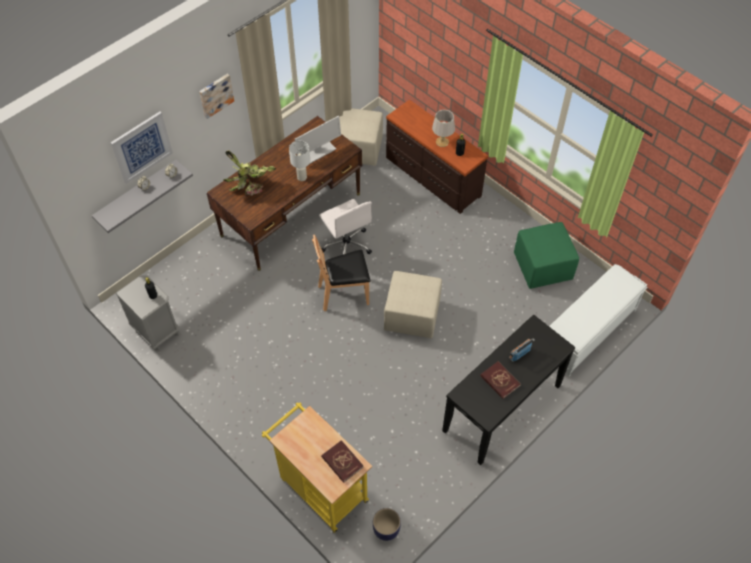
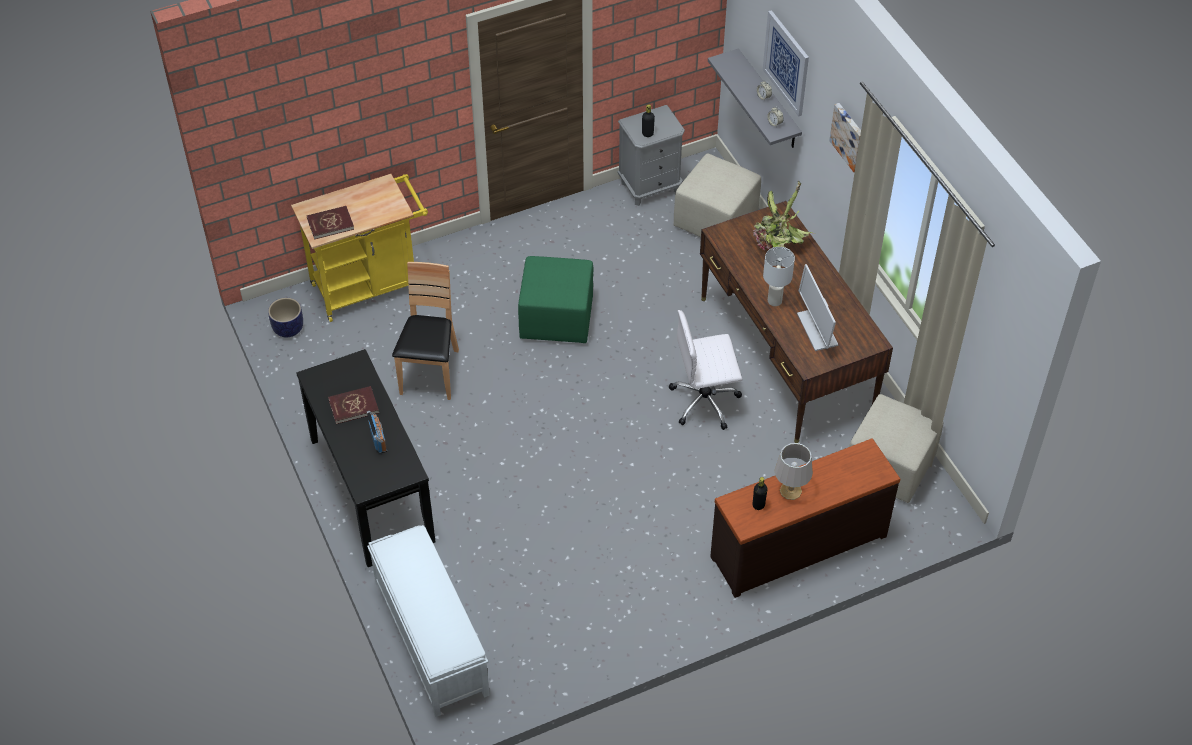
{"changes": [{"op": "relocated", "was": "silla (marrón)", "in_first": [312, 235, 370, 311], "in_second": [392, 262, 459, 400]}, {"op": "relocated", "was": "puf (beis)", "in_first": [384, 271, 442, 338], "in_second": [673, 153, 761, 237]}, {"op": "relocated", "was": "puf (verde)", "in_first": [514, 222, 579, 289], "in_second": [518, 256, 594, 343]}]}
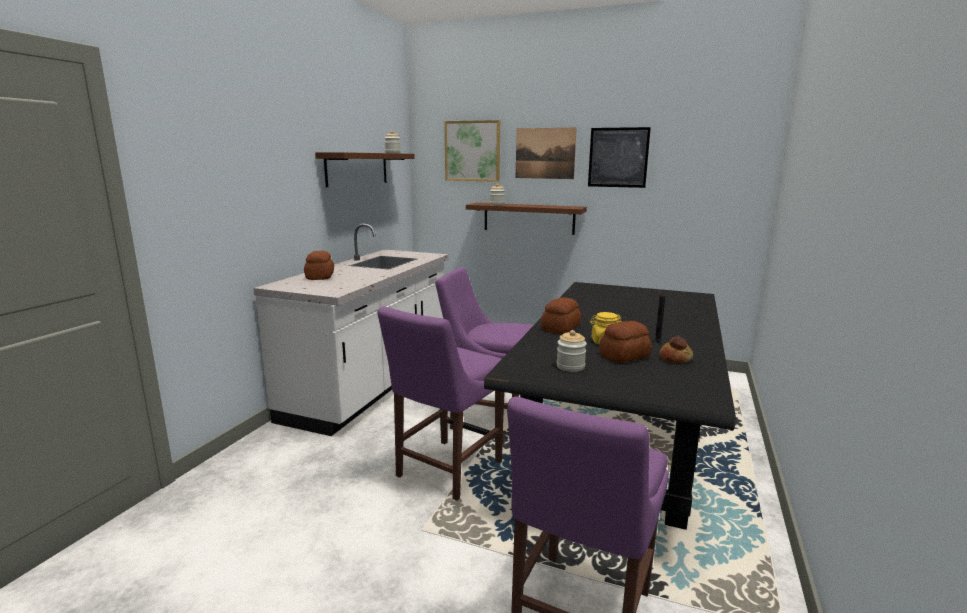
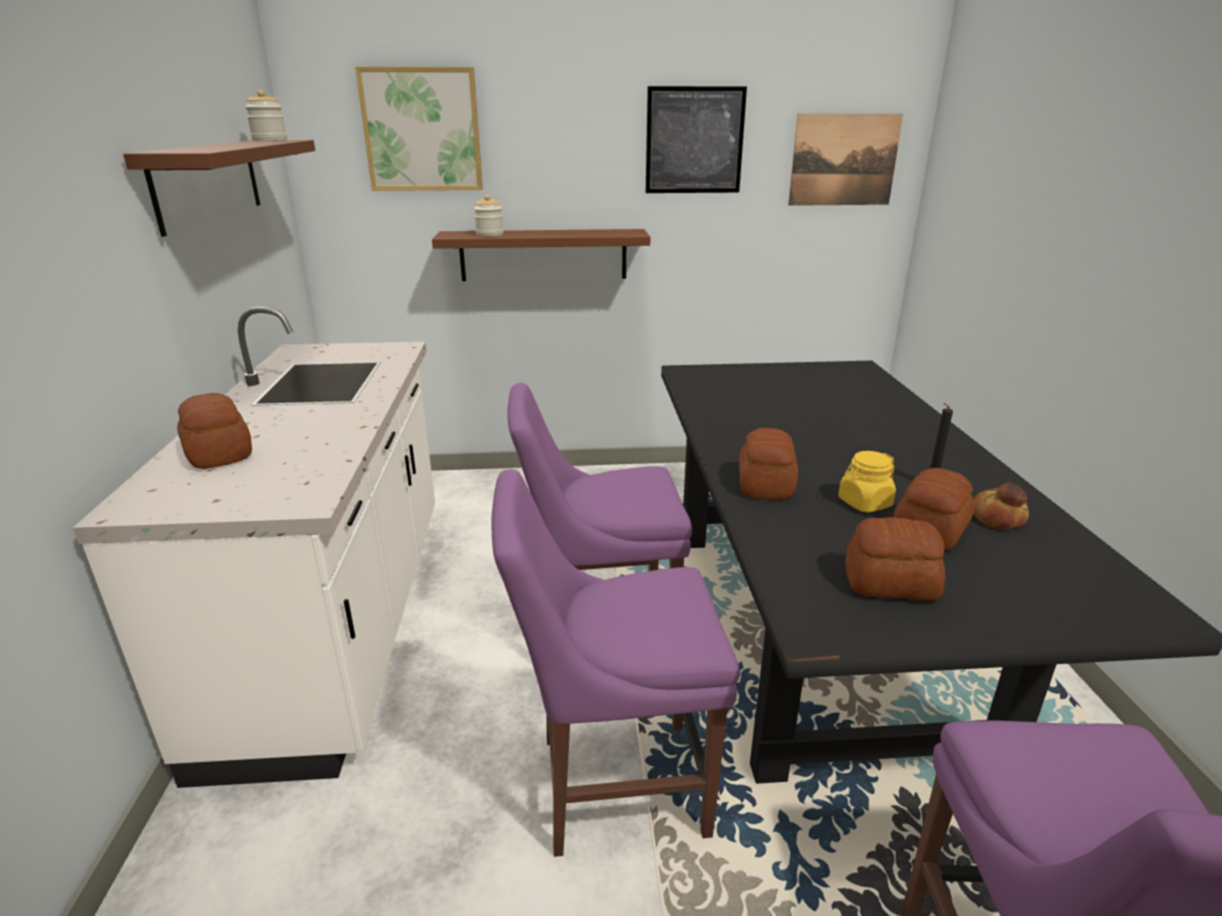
{"changes": [{"op": "relocated", "was": "cuadro", "in_first": [516, 128, 577, 179], "in_second": [788, 114, 903, 206]}, {"op": "exchanged", "was": "tarro", "now": "pan", "in_first": [557, 330, 587, 372], "in_second": [845, 517, 945, 601]}, {"op": "spun", "was": "silla (morado)", "in_first": [377, 307, 504, 501], "in_second": [491, 469, 740, 857], "clockwise": 75}]}
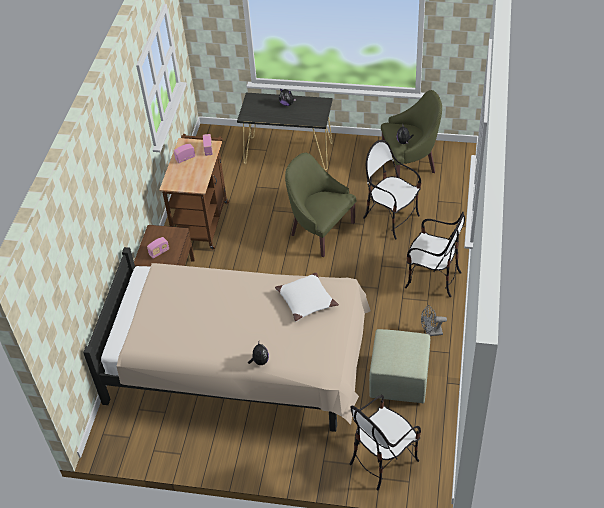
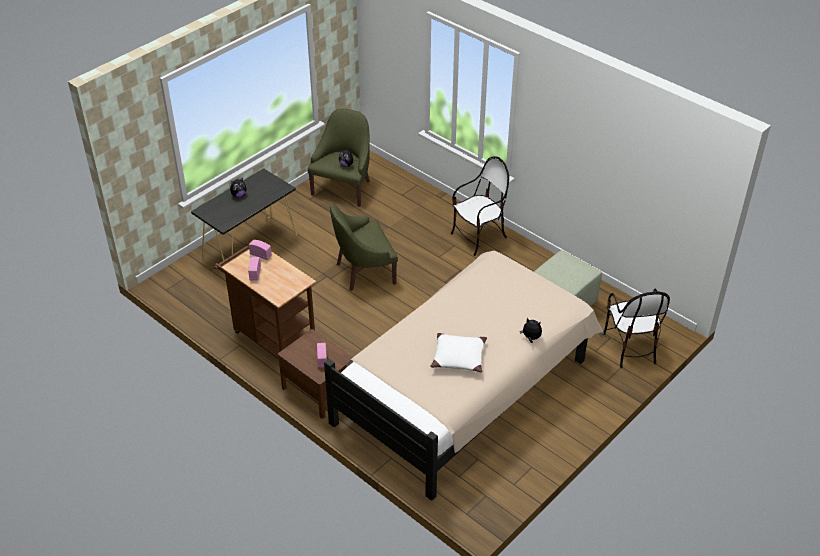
{"changes": [{"op": "missing", "was": "silla", "in_first": [363, 140, 421, 240]}, {"op": "missing", "was": "ventilador (gris)", "in_first": [421, 305, 447, 336]}, {"op": "relocated", "was": "cojín (blanco)", "in_first": [275, 273, 339, 321], "in_second": [431, 333, 487, 373]}]}
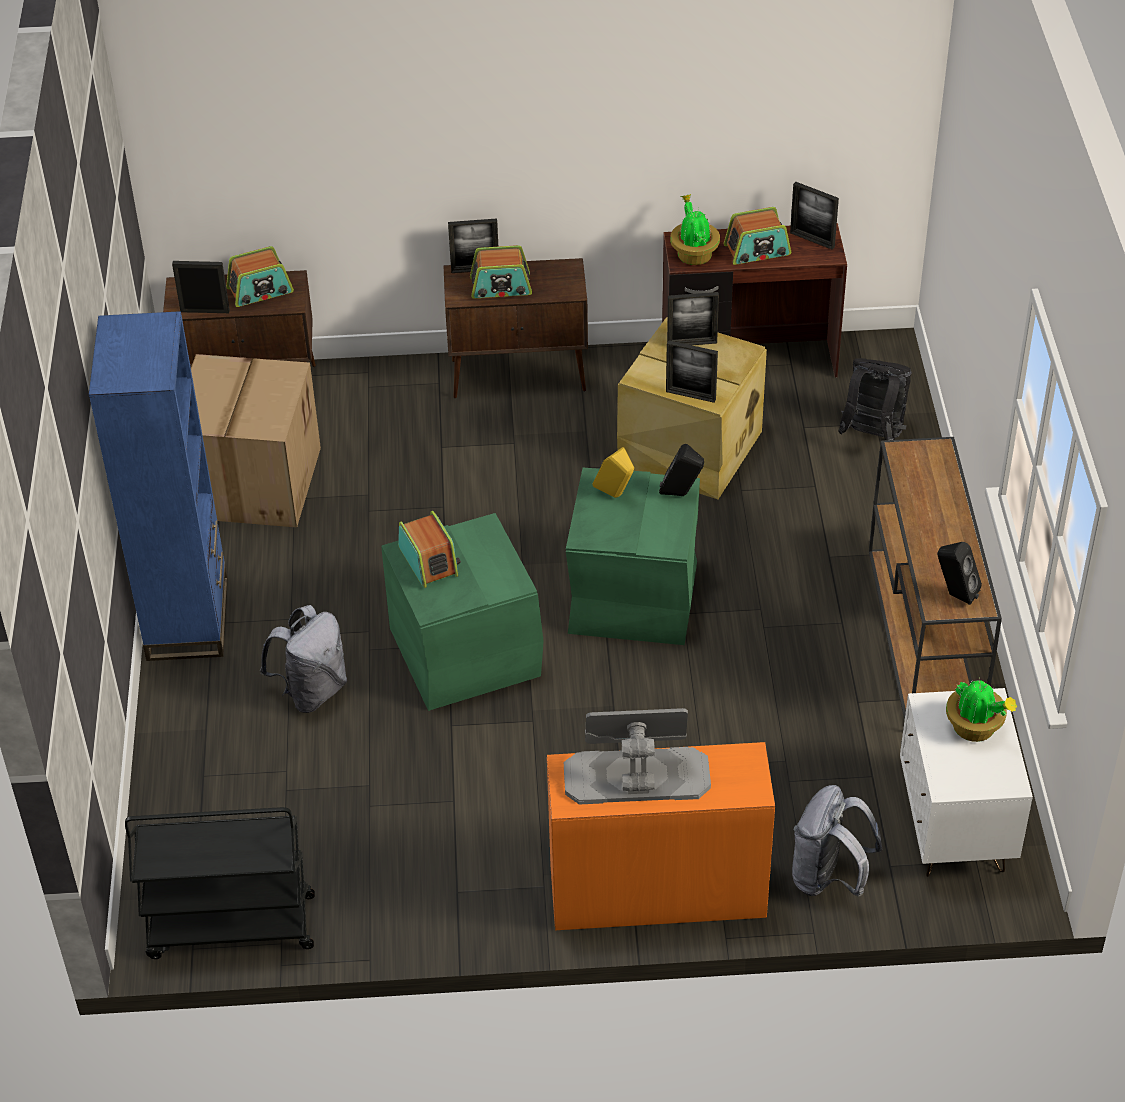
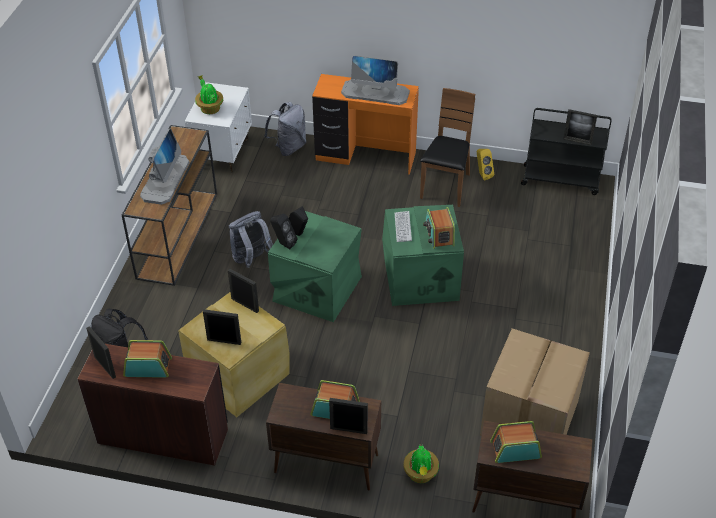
{"changes": [{"op": "missing", "was": "estantería (azul)", "in_first": [89, 311, 228, 661]}, {"op": "appeared", "now": "monitor", "in_second": [140, 129, 190, 205]}, {"op": "appeared", "now": "teclado", "in_second": [395, 211, 412, 242]}, {"op": "appeared", "now": "silla (marrón)", "in_second": [420, 88, 475, 207]}, {"op": "relocated", "was": "portarretratos", "in_first": [172, 261, 230, 313], "in_second": [563, 109, 597, 145]}, {"op": "relocated", "was": "mochila (gris)", "in_first": [260, 605, 347, 713], "in_second": [229, 211, 273, 268]}, {"op": "relocated", "was": "altavoz (amarillo)", "in_first": [593, 447, 634, 498], "in_second": [477, 149, 494, 180]}, {"op": "relocated", "was": "planta en maceta", "in_first": [670, 194, 720, 265], "in_second": [403, 446, 439, 483]}, {"op": "relocated", "was": "altavoz (negro)", "in_first": [938, 542, 982, 605], "in_second": [289, 206, 308, 236]}]}
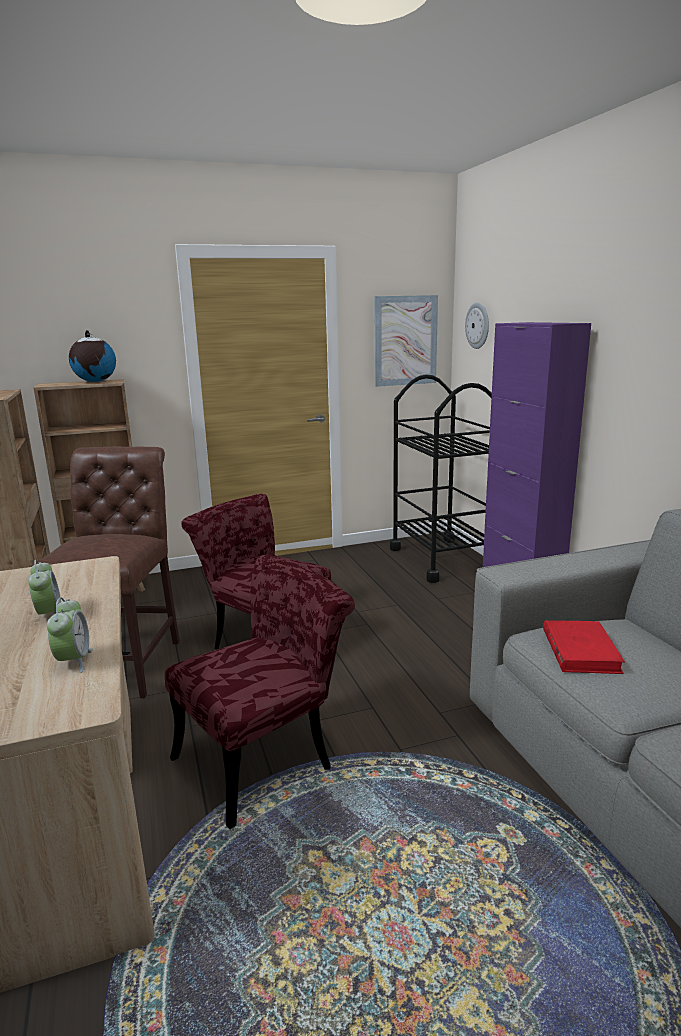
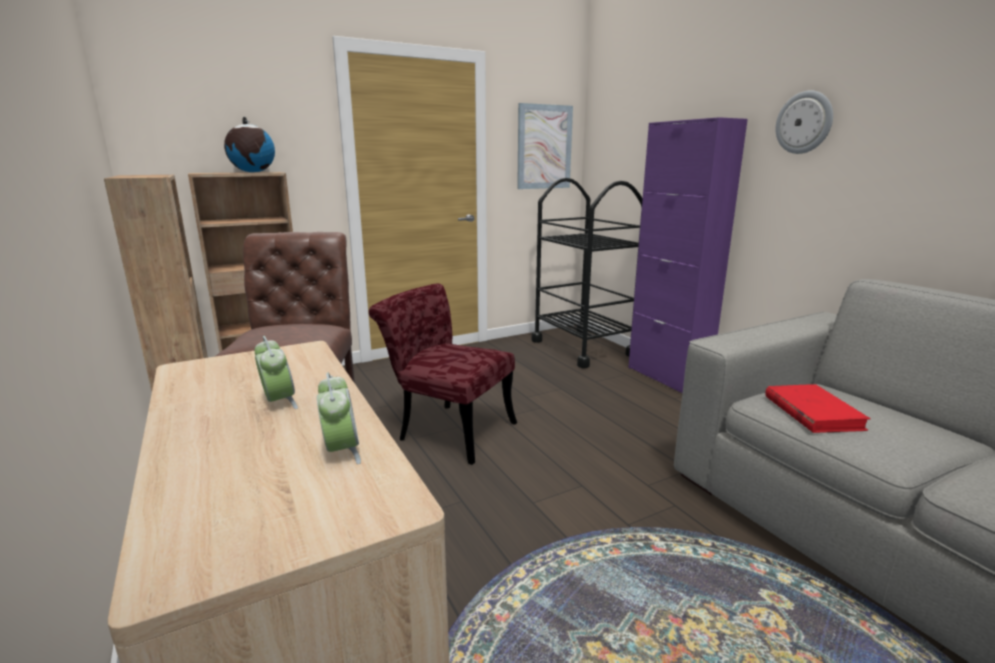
{"changes": [{"op": "missing", "was": "silla (rojo)", "in_first": [165, 555, 355, 829]}, {"op": "relocated", "was": "reloj de pared", "in_first": [465, 303, 489, 349], "in_second": [776, 90, 833, 154]}]}
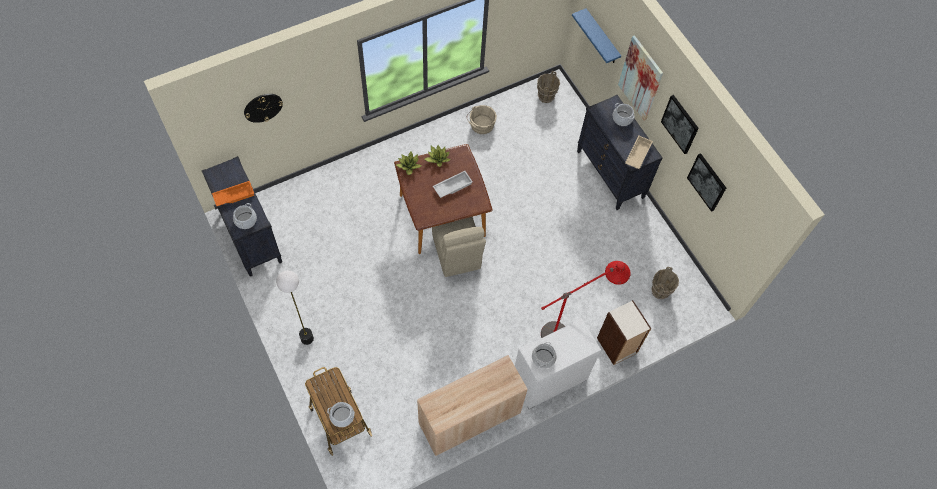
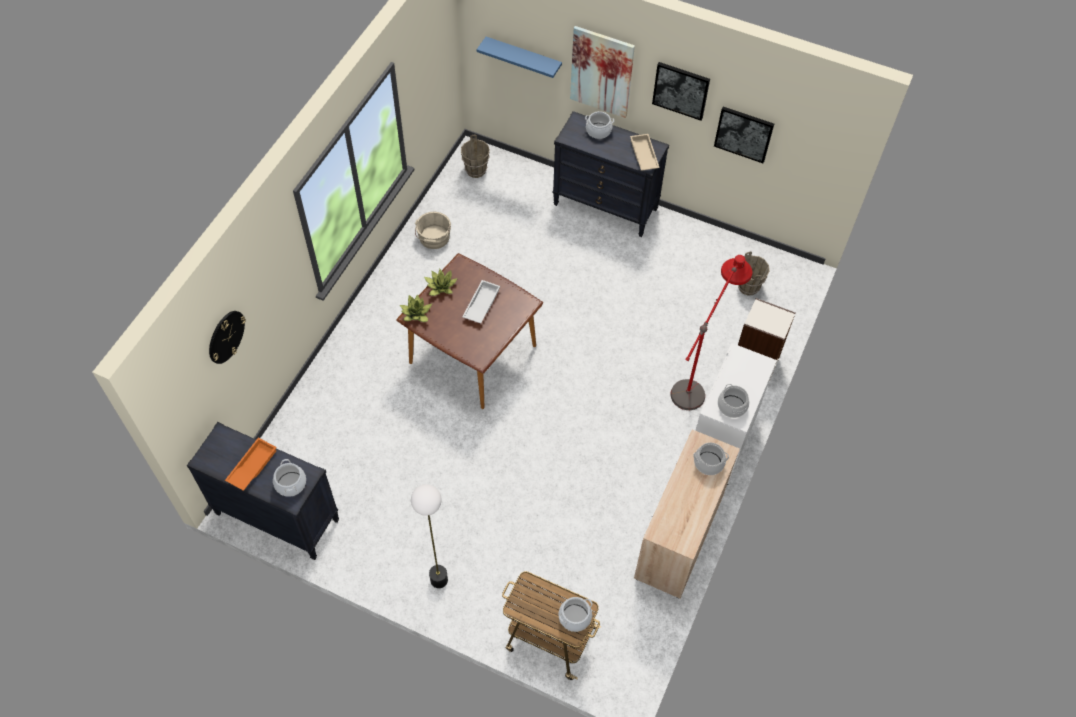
{"changes": [{"op": "missing", "was": "silla (beis)", "in_first": [432, 217, 486, 277]}, {"op": "appeared", "now": "olla", "in_second": [693, 442, 729, 475]}]}
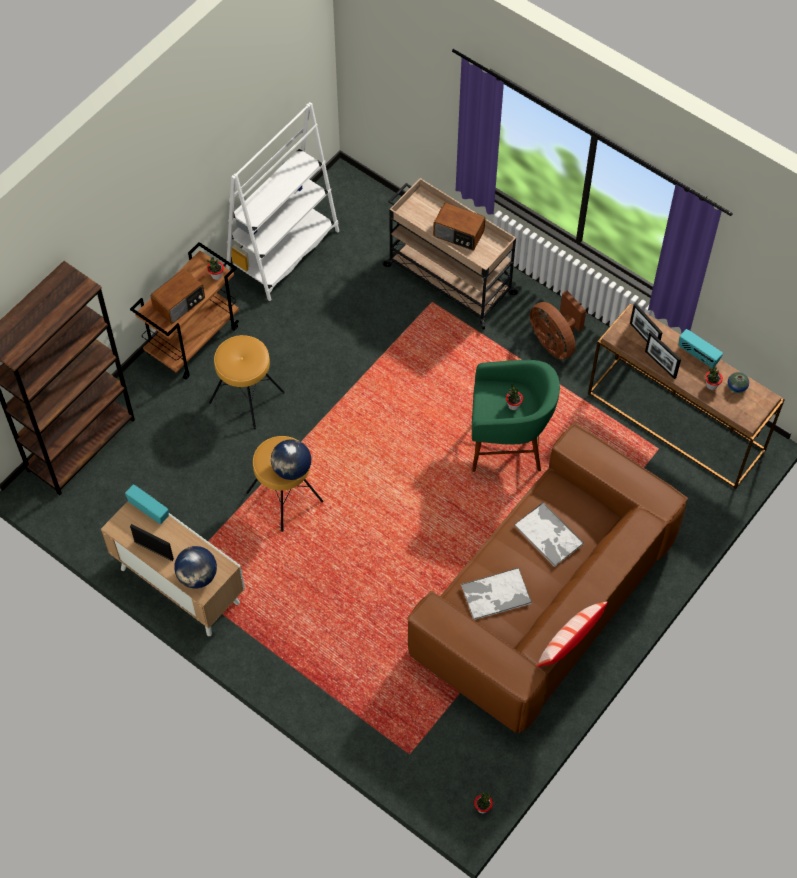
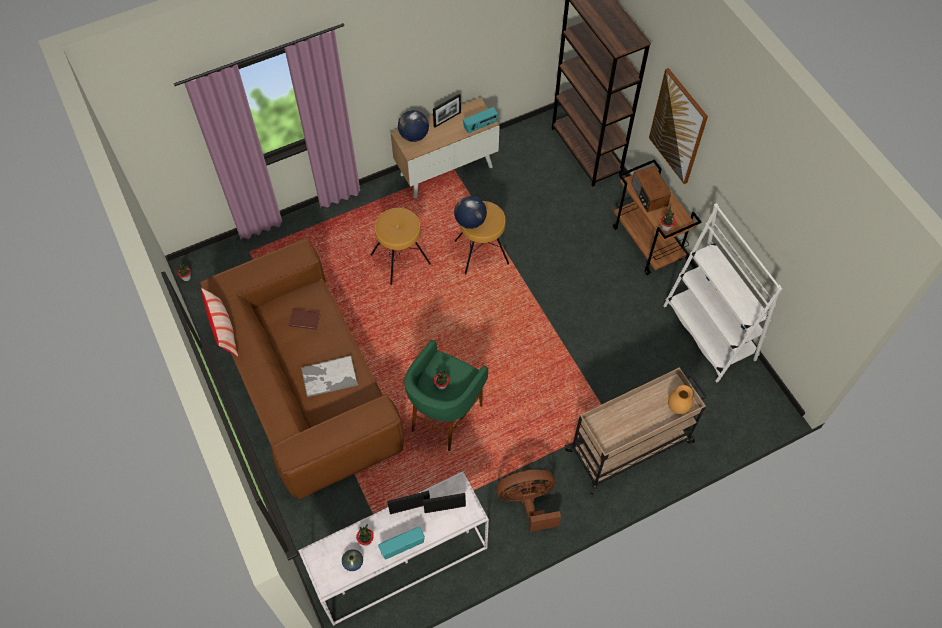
{"changes": [{"op": "missing", "was": "radio", "in_first": [433, 202, 485, 251]}, {"op": "appeared", "now": "cuadro", "in_second": [649, 68, 708, 184]}, {"op": "appeared", "now": "florero (marrón)", "in_second": [668, 385, 693, 414]}, {"op": "relocated", "was": "taburete (marrón)", "in_first": [209, 335, 285, 430], "in_second": [371, 208, 431, 285]}, {"op": "exchanged", "was": "bandeja", "now": "libro (marrón)", "in_first": [461, 568, 532, 620], "in_second": [289, 309, 321, 330]}, {"op": "colour", "was": "mesa consola (marrón)", "now": "mesa consola (blanco)", "in_first": [588, 304, 785, 489], "in_second": [298, 471, 489, 626]}]}
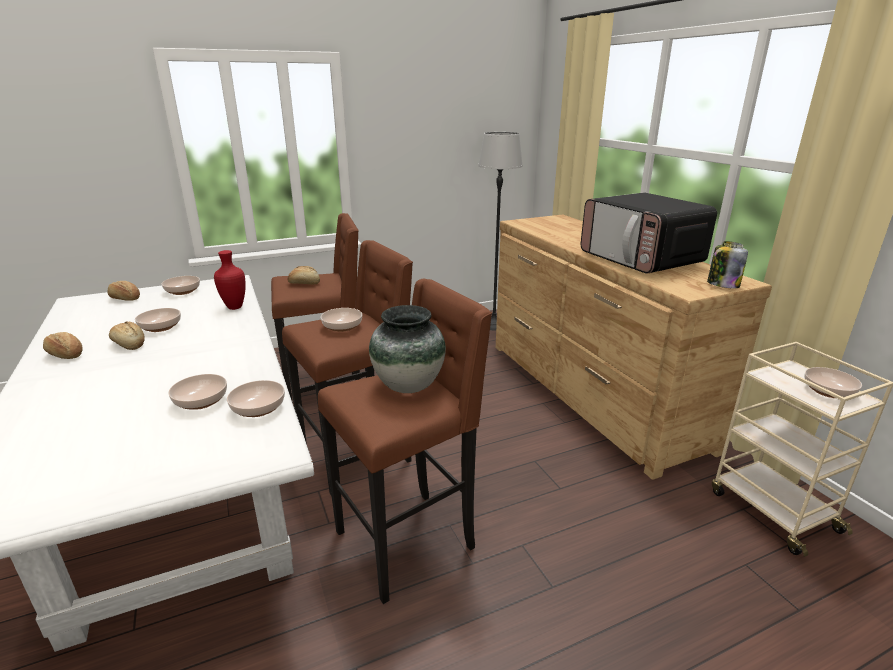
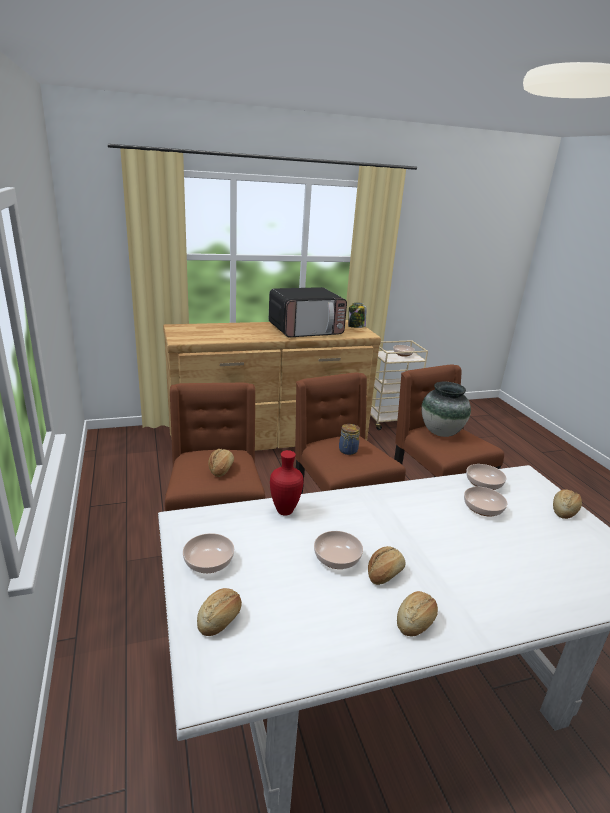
{"changes": [{"op": "missing", "was": "lámpara de pie", "in_first": [478, 132, 523, 331]}, {"op": "appeared", "now": "pan", "in_second": [553, 490, 582, 519]}, {"op": "exchanged", "was": "cuenco", "now": "tarro", "in_first": [321, 308, 362, 332], "in_second": [339, 424, 360, 455]}]}
